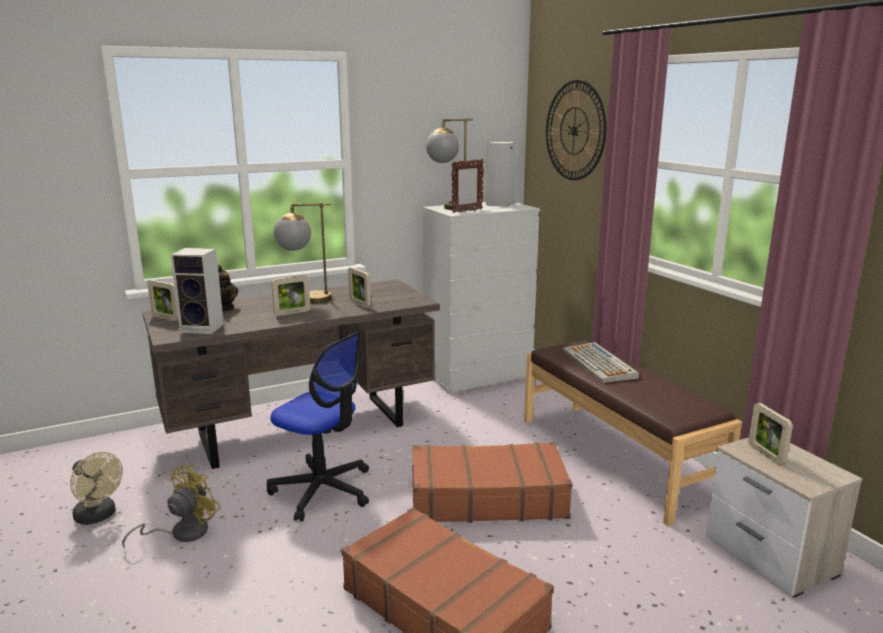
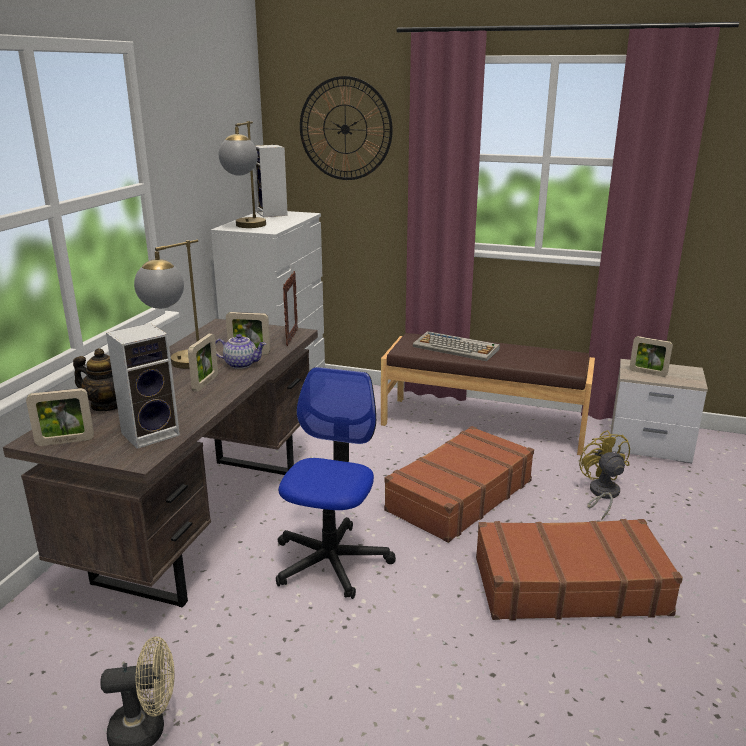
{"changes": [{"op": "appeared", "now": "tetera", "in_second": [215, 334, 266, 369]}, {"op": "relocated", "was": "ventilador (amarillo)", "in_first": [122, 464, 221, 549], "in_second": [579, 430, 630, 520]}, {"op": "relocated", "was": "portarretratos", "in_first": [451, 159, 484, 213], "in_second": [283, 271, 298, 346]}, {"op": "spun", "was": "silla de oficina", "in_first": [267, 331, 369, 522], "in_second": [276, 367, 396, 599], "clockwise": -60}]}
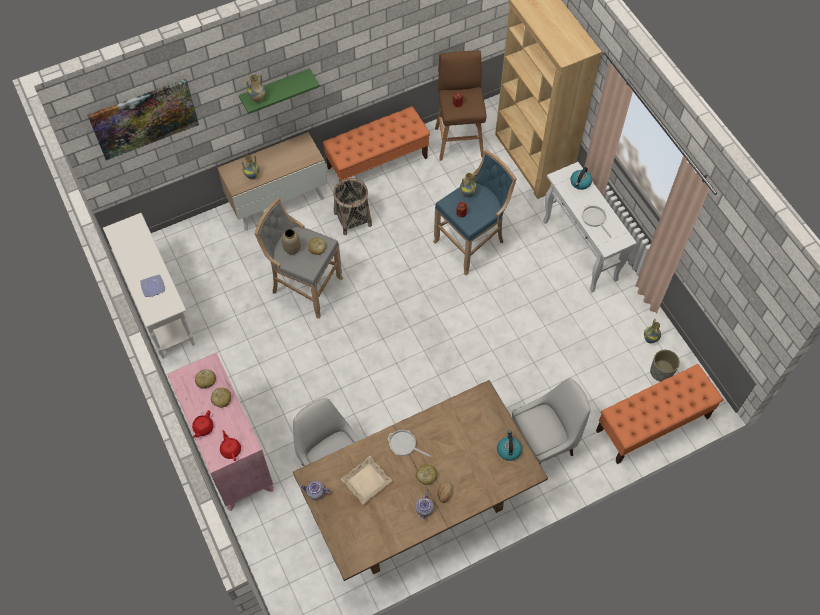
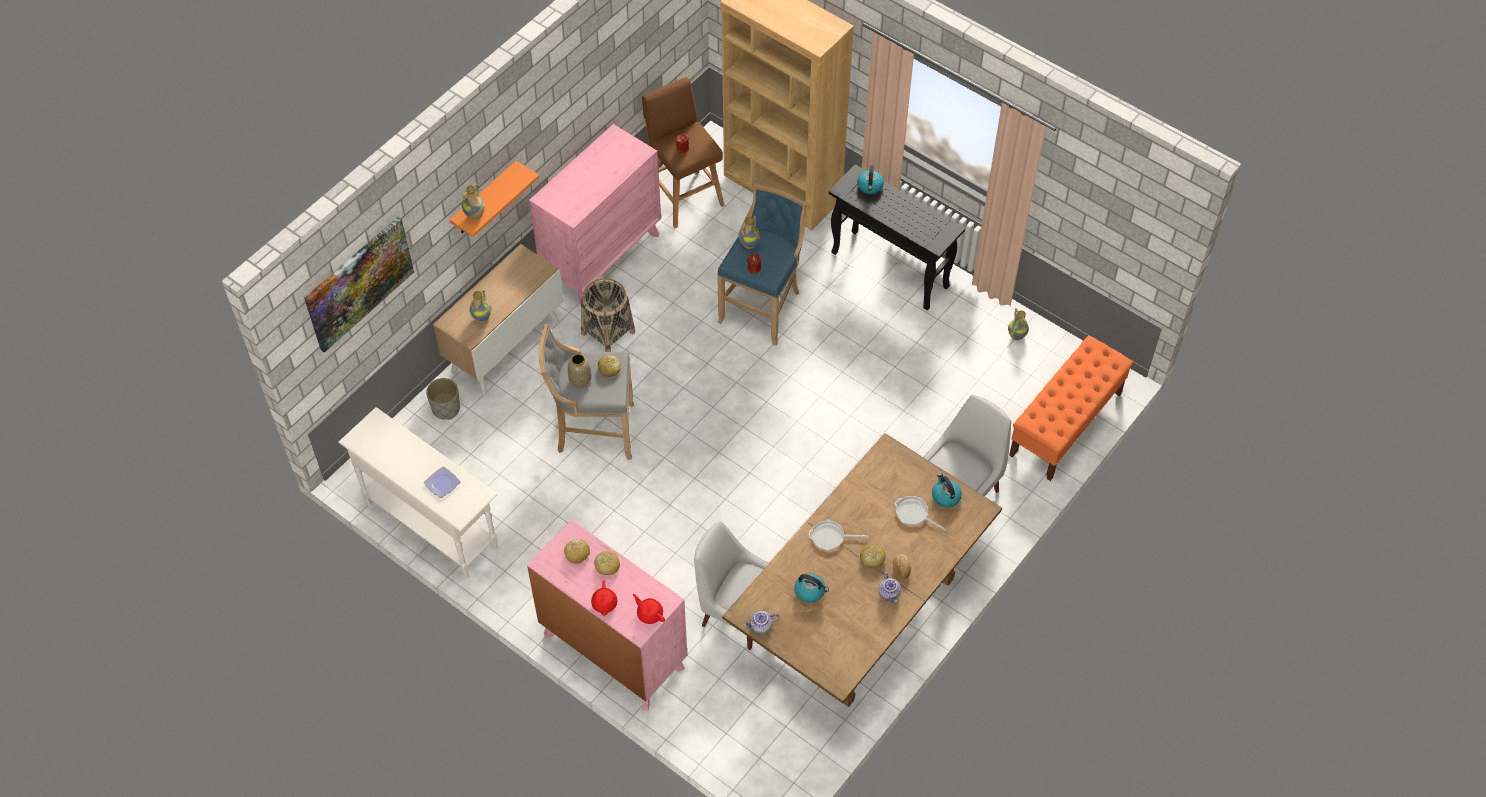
{"changes": [{"op": "relocated", "was": "sartén", "in_first": [582, 205, 612, 238], "in_second": [894, 496, 946, 531]}, {"op": "relocated", "was": "maceta (gris)", "in_first": [650, 350, 680, 382], "in_second": [426, 378, 460, 420]}, {"op": "exchanged", "was": "banco (naranja)", "now": "cómoda (rosa)", "in_first": [323, 106, 430, 181], "in_second": [529, 124, 661, 304]}, {"op": "exchanged", "was": "bandeja (beis)", "now": "hervidor", "in_first": [341, 456, 393, 505], "in_second": [795, 574, 829, 603]}, {"op": "colour", "was": "estante (verde)", "now": "estante (naranja)", "in_first": [239, 68, 320, 114], "in_second": [449, 161, 539, 237]}, {"op": "colour", "was": "mesa consola (blanco)", "now": "mesa consola (negro)", "in_first": [543, 162, 637, 293], "in_second": [828, 165, 965, 310]}]}
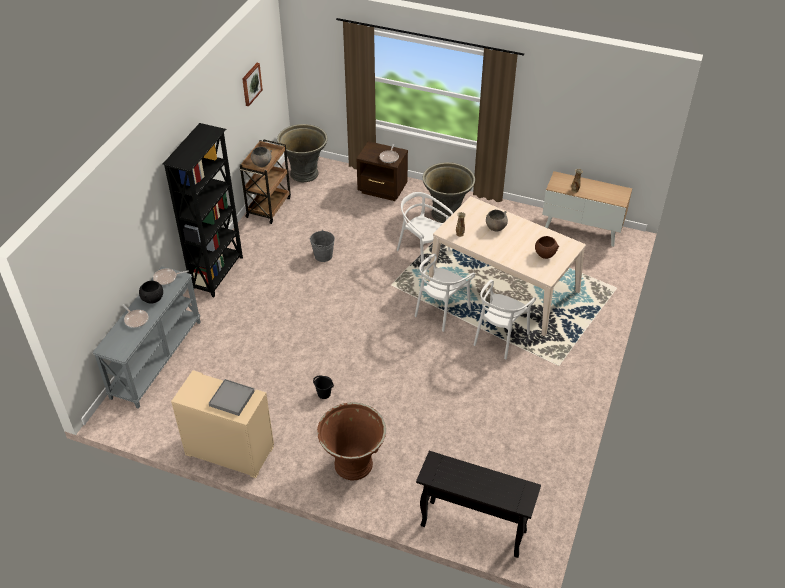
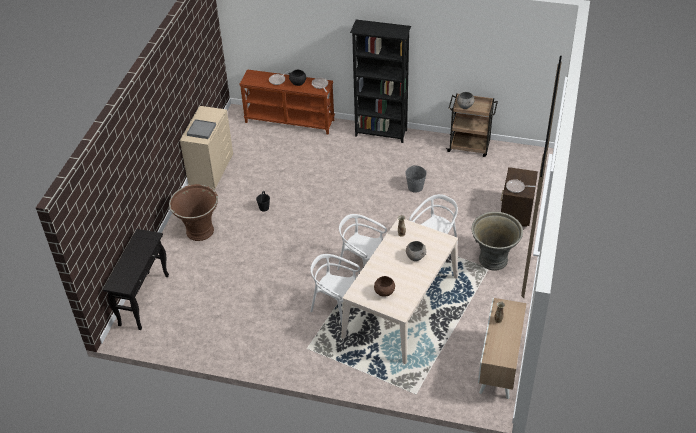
{"changes": [{"op": "missing", "was": "cuadro", "in_first": [242, 63, 263, 107]}, {"op": "missing", "was": "maceta (gris)", "in_first": [277, 124, 327, 182]}, {"op": "colour", "was": "mesa consola (gris)", "now": "mesa consola (marrón)", "in_first": [92, 266, 201, 409], "in_second": [240, 69, 335, 135]}]}
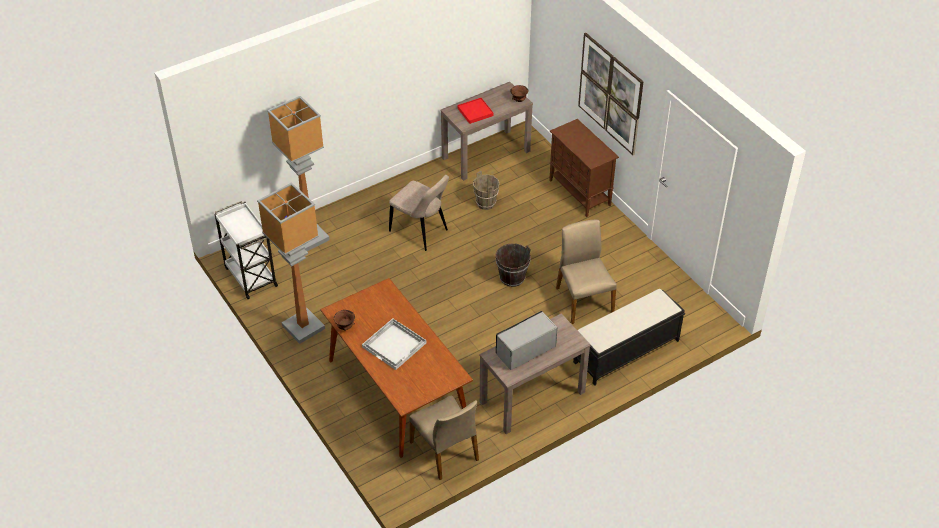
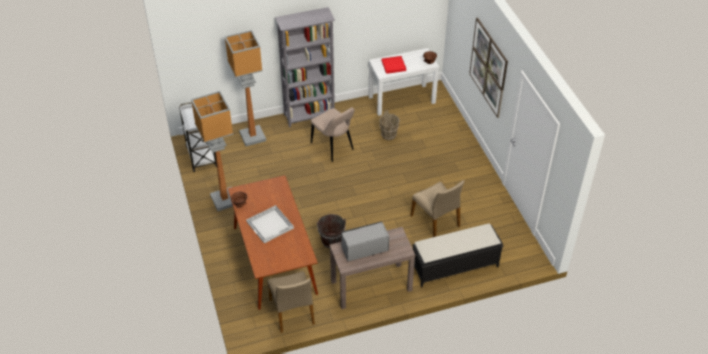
{"changes": [{"op": "missing", "was": "armario (marrón)", "in_first": [549, 119, 619, 217]}, {"op": "appeared", "now": "estantería (gris)", "in_second": [275, 7, 335, 127]}, {"op": "relocated", "was": "cubo (marrón)", "in_first": [496, 243, 531, 287], "in_second": [317, 214, 346, 248]}, {"op": "colour", "was": "mesa consola (marrón)", "now": "mesa consola (blanco)", "in_first": [440, 82, 533, 181], "in_second": [369, 48, 439, 116]}, {"op": "spun", "was": "silla (beis)", "in_first": [556, 220, 617, 324], "in_second": [410, 180, 464, 237], "clockwise": 150}]}
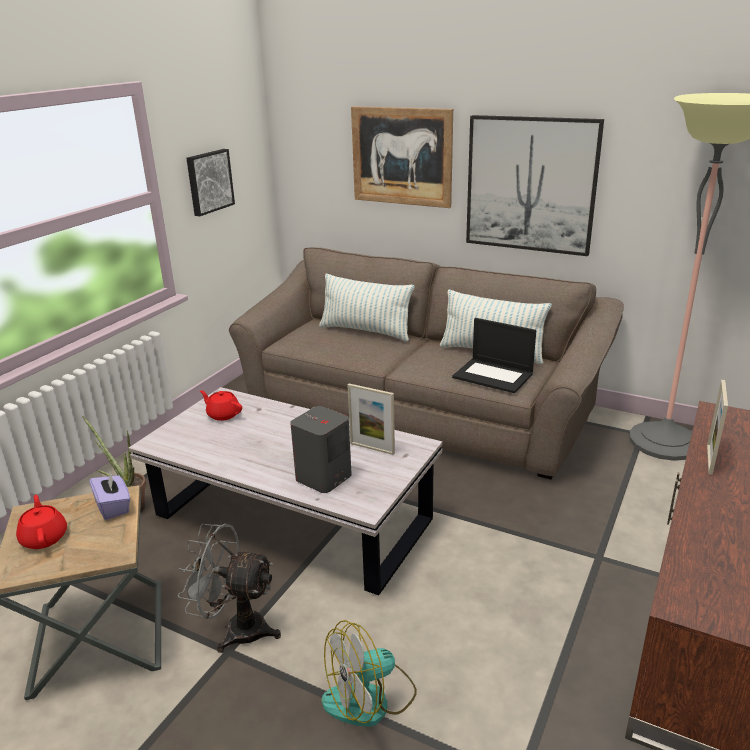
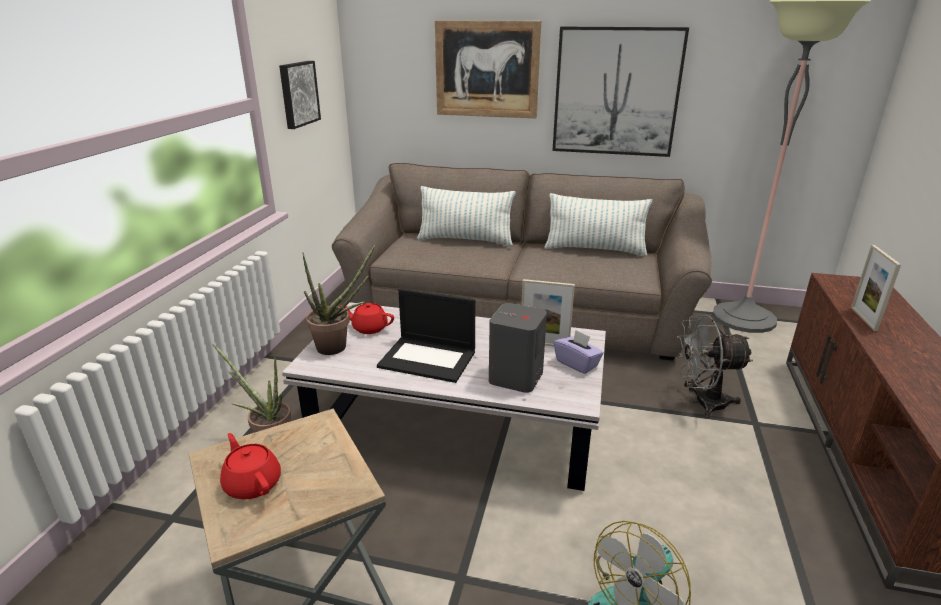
{"changes": [{"op": "appeared", "now": "planta en maceta", "in_second": [303, 245, 375, 355]}, {"op": "relocated", "was": "caja de pañuelos (morado)", "in_first": [89, 469, 130, 520], "in_second": [554, 330, 604, 374]}, {"op": "relocated", "was": "ventilador (gris)", "in_first": [178, 524, 281, 653], "in_second": [677, 315, 753, 418]}, {"op": "relocated", "was": "portátil", "in_first": [452, 318, 536, 393], "in_second": [377, 288, 475, 383]}]}
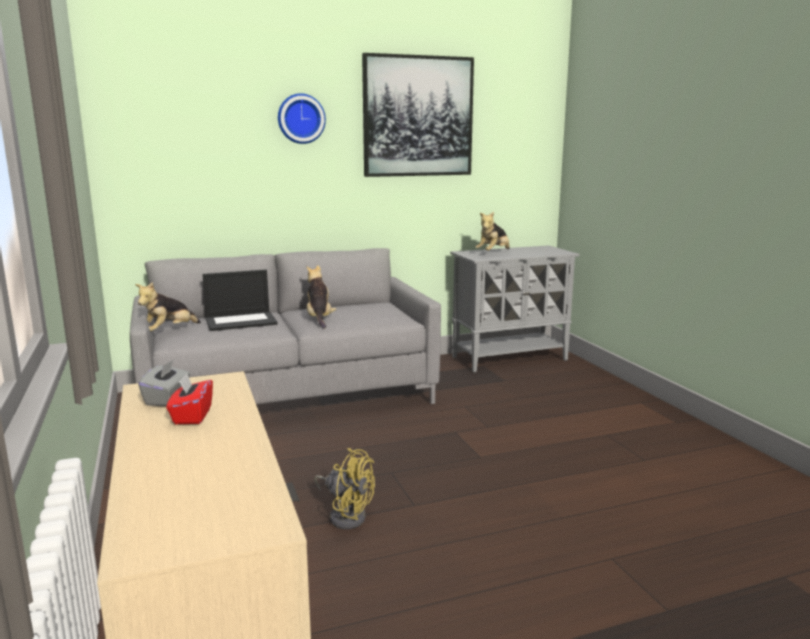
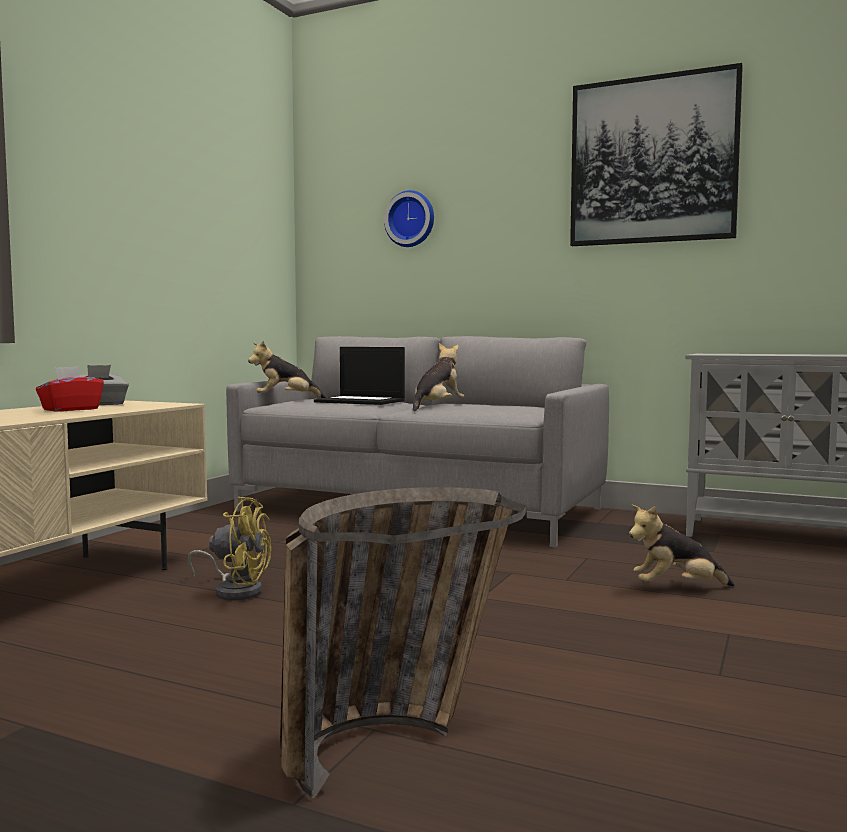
{"changes": [{"op": "appeared", "now": "cesta", "in_second": [280, 487, 526, 799]}, {"op": "relocated", "was": "reloj de pared", "in_first": [278, 93, 326, 144], "in_second": [384, 190, 434, 247]}, {"op": "relocated", "was": "peluche", "in_first": [475, 212, 509, 250], "in_second": [629, 505, 735, 586]}, {"op": "spun", "was": "ventilador (amarillo)", "in_first": [314, 448, 375, 529], "in_second": [188, 497, 271, 601], "clockwise": -60}]}
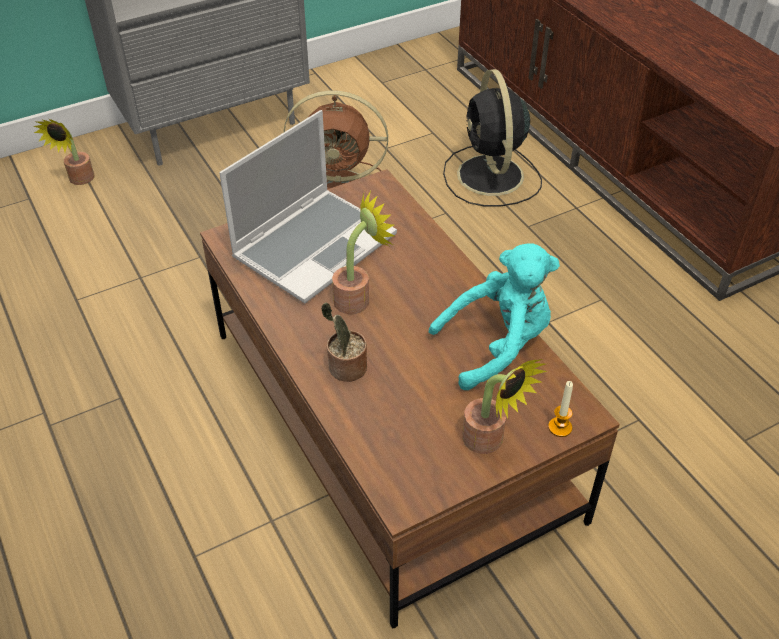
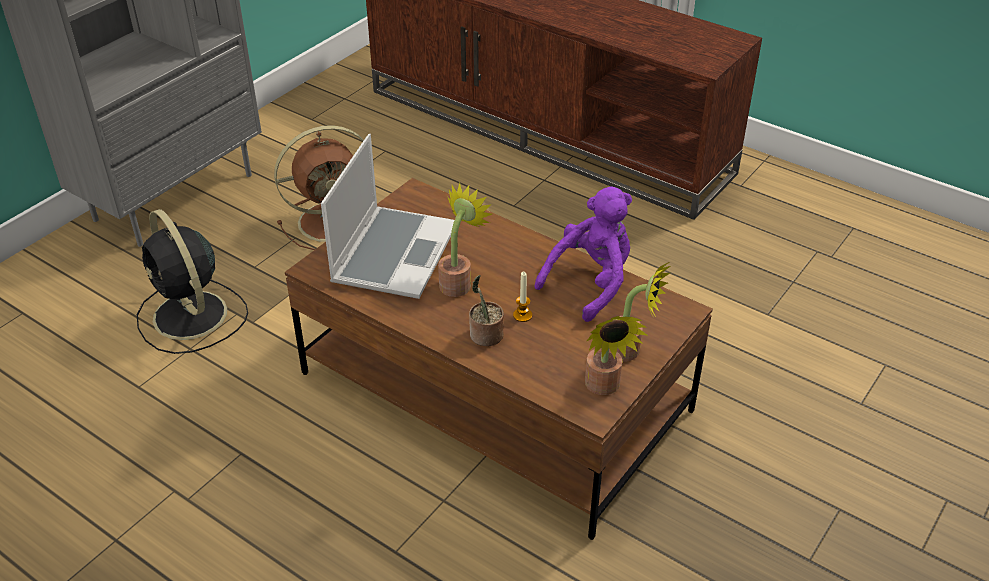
{"changes": [{"op": "relocated", "was": "planta en maceta", "in_first": [33, 119, 94, 185], "in_second": [585, 316, 648, 395]}, {"op": "relocated", "was": "ventilador (negro)", "in_first": [443, 69, 542, 207], "in_second": [137, 209, 248, 354]}, {"op": "relocated", "was": "vela", "in_first": [548, 381, 573, 437], "in_second": [513, 272, 532, 322]}, {"op": "colour", "was": "peluche (turquesa)", "now": "peluche (morado)", "in_first": [429, 243, 560, 390], "in_second": [534, 186, 632, 322]}]}
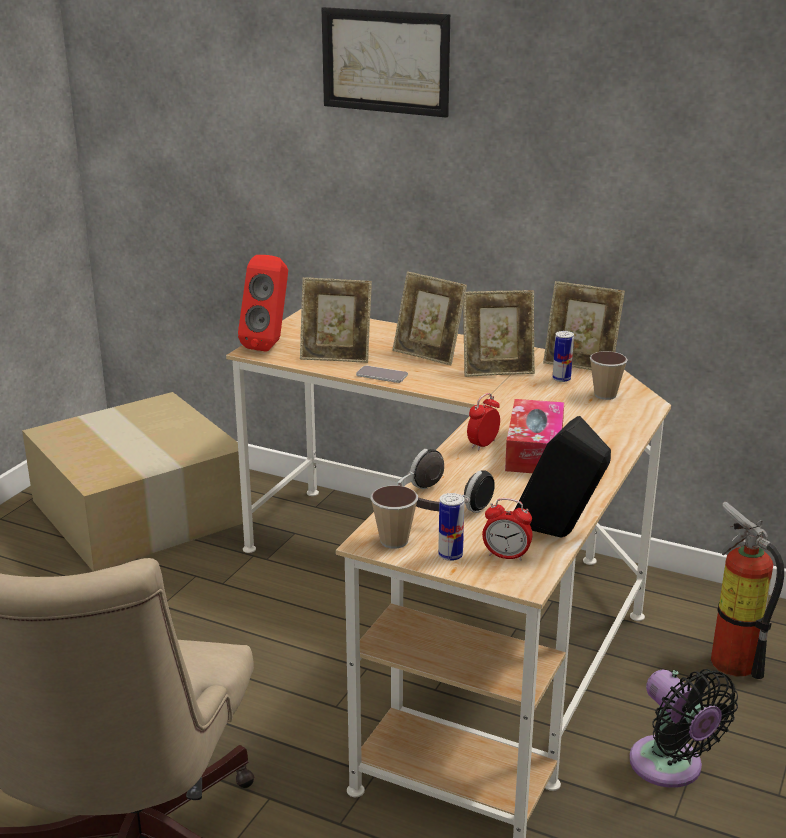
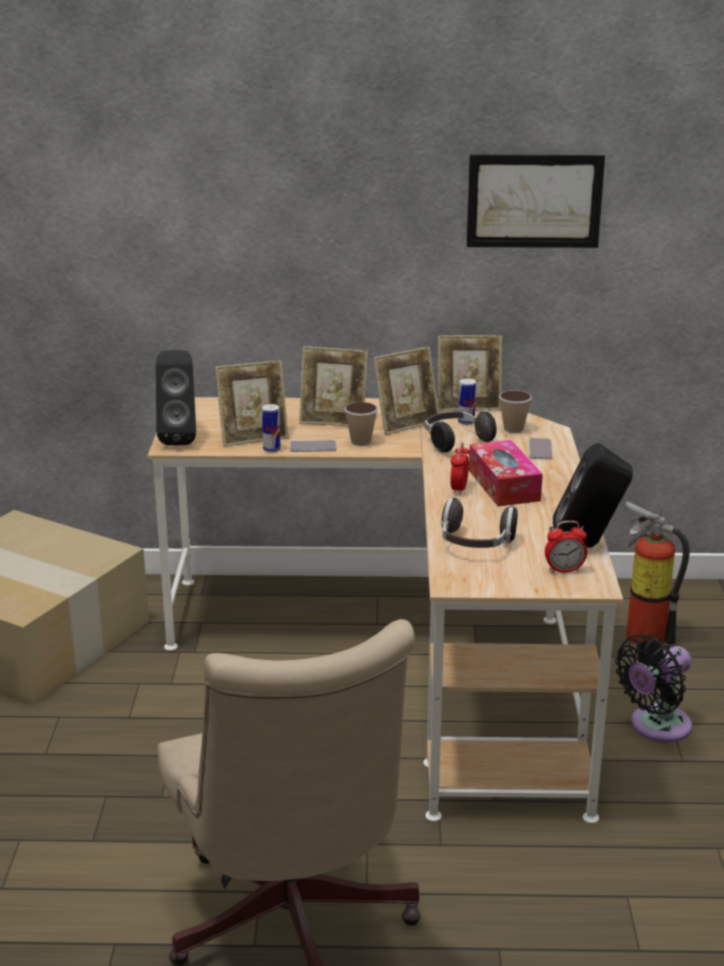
{"changes": [{"op": "appeared", "now": "auriculares", "in_second": [425, 410, 497, 453]}, {"op": "appeared", "now": "móvil", "in_second": [529, 438, 553, 460]}, {"op": "relocated", "was": "cuadro", "in_first": [321, 7, 450, 118], "in_second": [467, 155, 605, 248]}, {"op": "relocated", "was": "taza", "in_first": [371, 485, 418, 549], "in_second": [344, 402, 378, 446]}, {"op": "relocated", "was": "lata", "in_first": [438, 493, 465, 561], "in_second": [262, 404, 281, 453]}, {"op": "colour", "was": "altavoz (rojo)", "now": "altavoz (negro)", "in_first": [238, 255, 288, 352], "in_second": [156, 350, 196, 445]}, {"op": "spun", "was": "ventilador (negro)", "in_first": [629, 669, 738, 788], "in_second": [615, 635, 692, 743], "clockwise": 105}]}
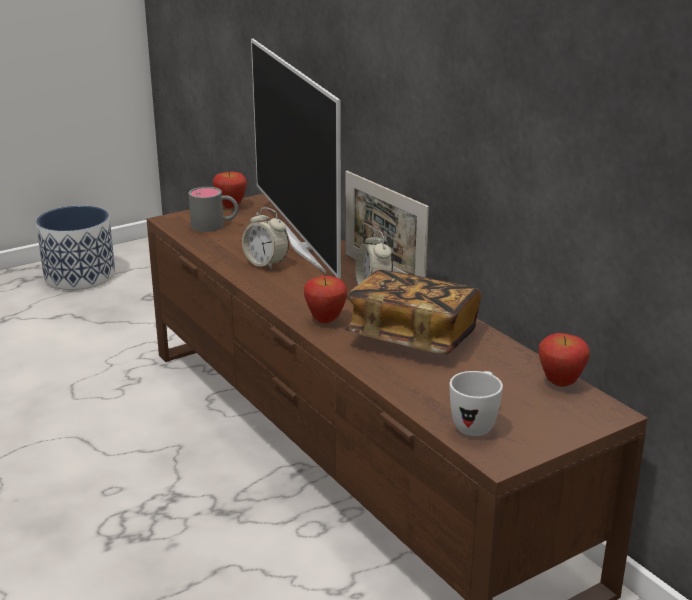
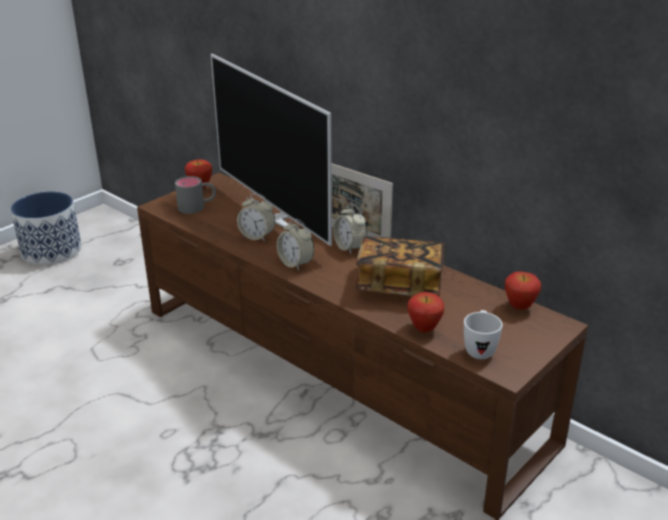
{"changes": [{"op": "appeared", "now": "despertador", "in_second": [277, 219, 314, 271]}, {"op": "relocated", "was": "manzana", "in_first": [304, 276, 347, 323], "in_second": [407, 292, 444, 332]}]}
